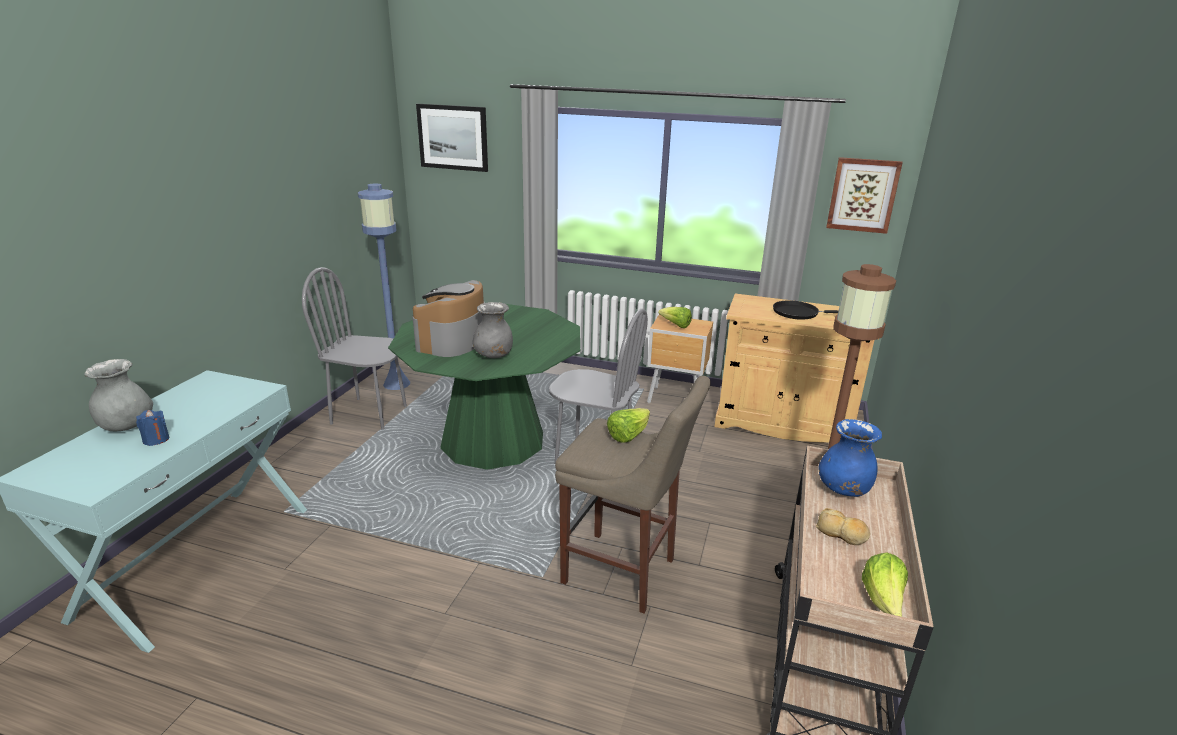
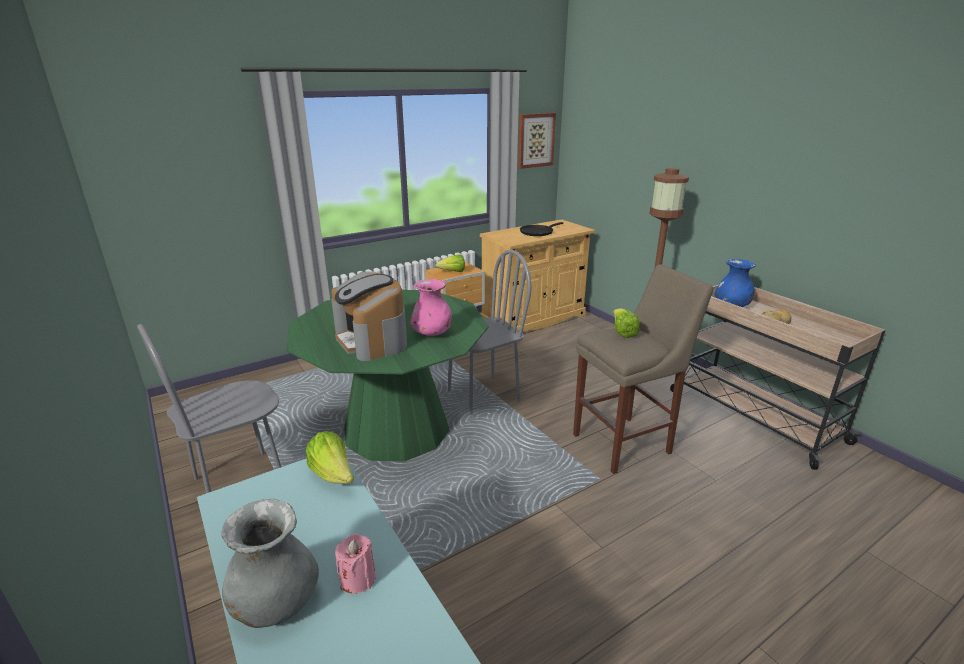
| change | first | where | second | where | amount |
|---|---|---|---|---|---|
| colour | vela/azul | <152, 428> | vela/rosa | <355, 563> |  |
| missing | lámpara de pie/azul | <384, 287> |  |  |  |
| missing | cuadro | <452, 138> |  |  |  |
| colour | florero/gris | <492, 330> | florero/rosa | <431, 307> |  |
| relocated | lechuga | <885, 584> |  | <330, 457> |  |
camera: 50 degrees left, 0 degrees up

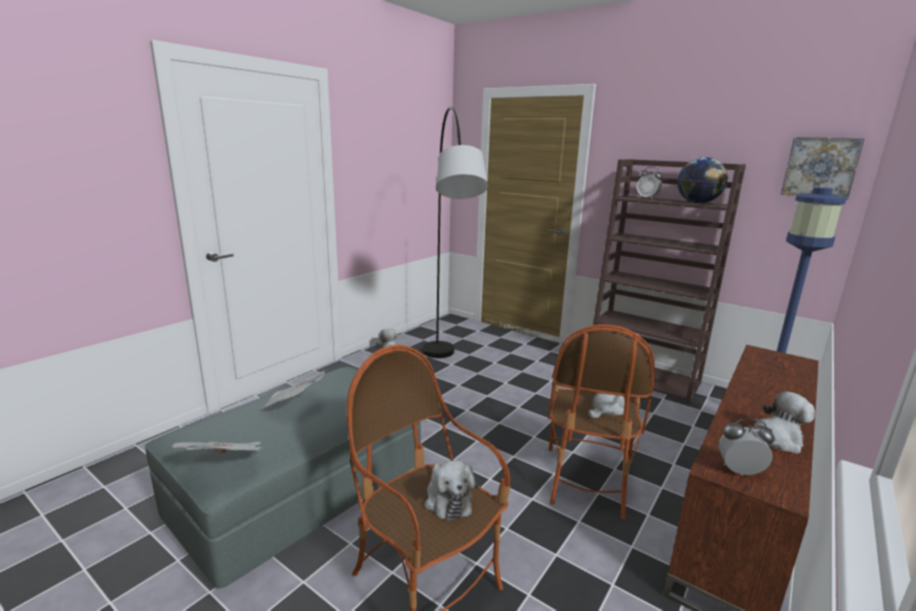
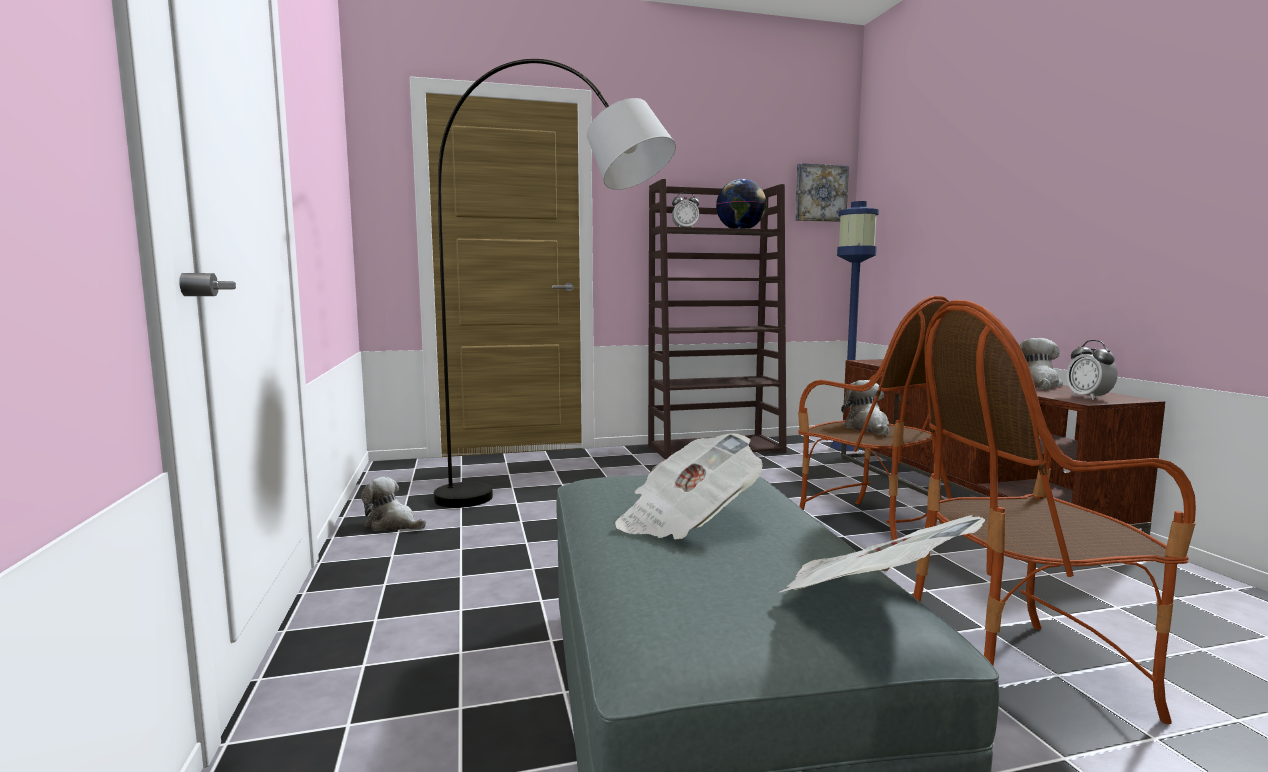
| change | first | where | second | where | amount |
|---|---|---|---|---|---|
| missing | peluche | <451, 490> |  |  |  |
| spun | despertador | <747, 447> |  | <1092, 370> | 60 degrees counterclockwise |
camera: 50 degrees left, 10 degrees down

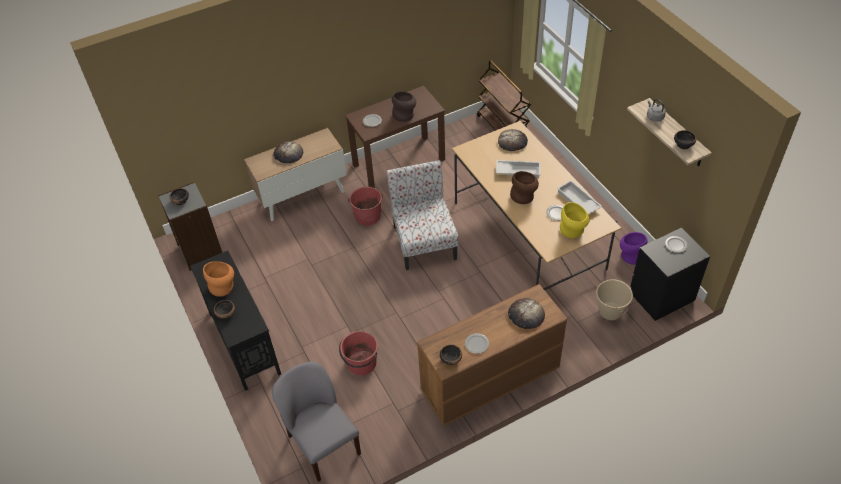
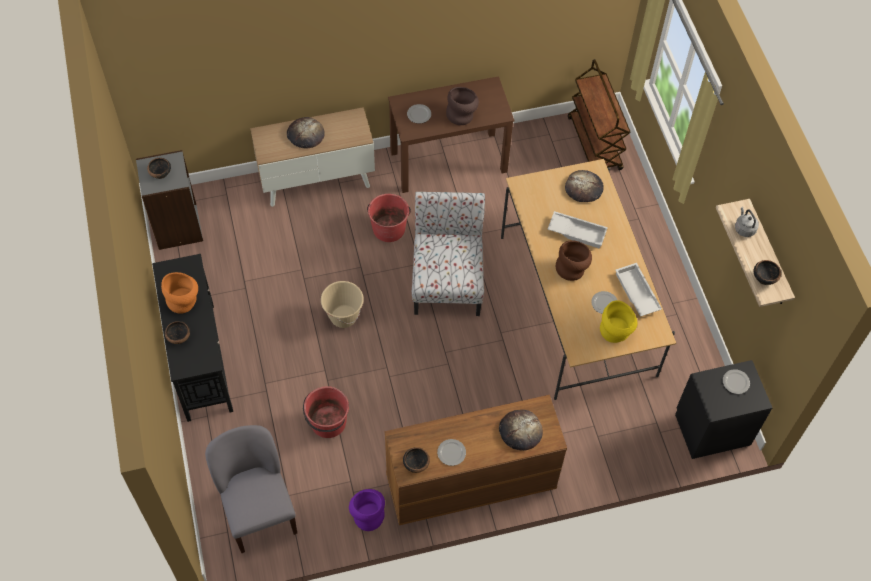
| change | first | where | second | where | amount |
|---|---|---|---|---|---|
| relocated | cubo/beis | <614, 299> |  | <342, 304> |  |
| relocated | florero/morado | <634, 248> |  | <367, 510> |  |
camera: 10 degrees right, 10 degrees up

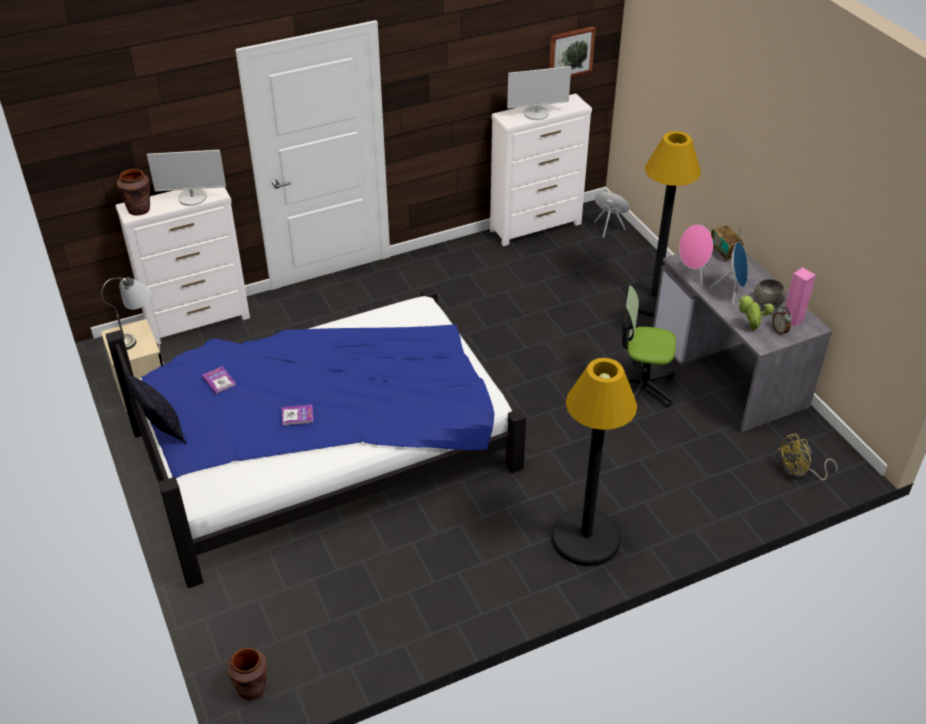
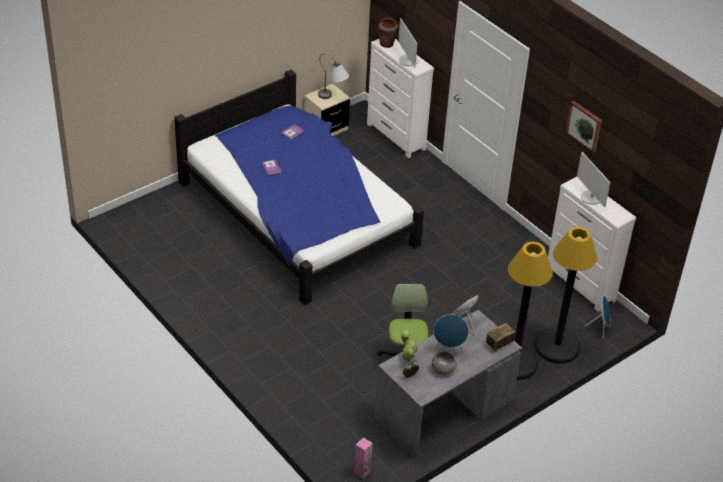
| change | first | where | second | where | amount |
|---|---|---|---|---|---|
| missing | cojín | <155, 407> |  |  |  |
| missing | florero/marrón | <247, 674> |  |  |  |
| relocated | cuadro | <572, 51> |  | <584, 127> |  |
| relocated | lámpara de pie/negro | <594, 462> |  | <566, 295> |  |
| missing | ventilador/amarillo | <807, 457> |  |  |  |
| relocated | altavoz/rosa | <800, 297> |  | <363, 458> |  |
camera: 75 degrees right, 0 degrees up

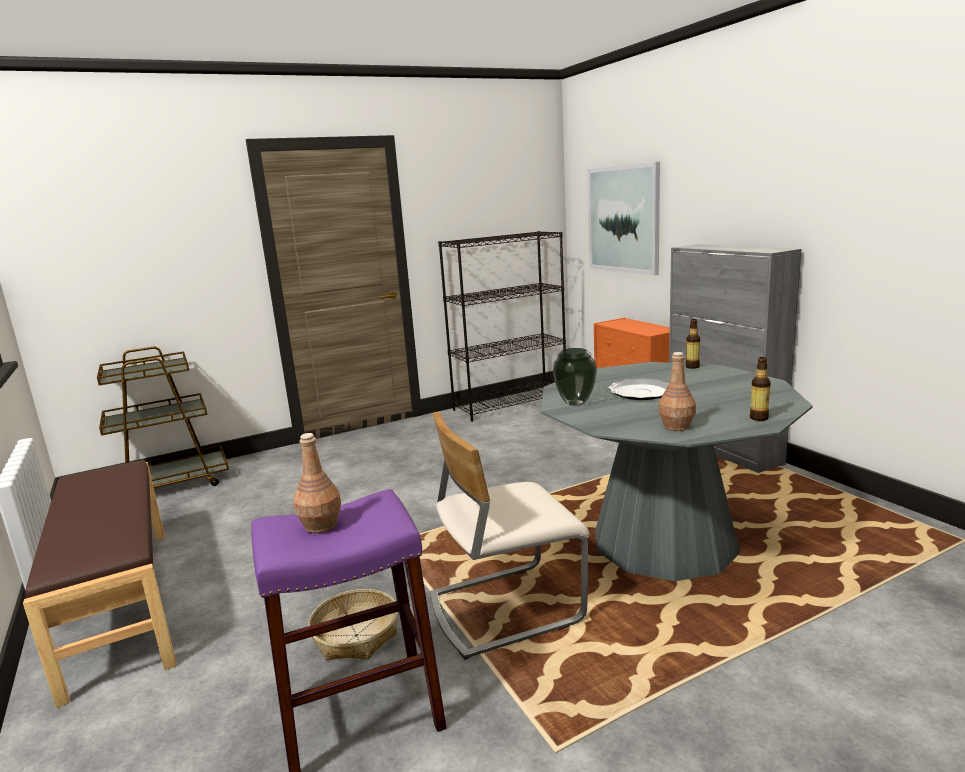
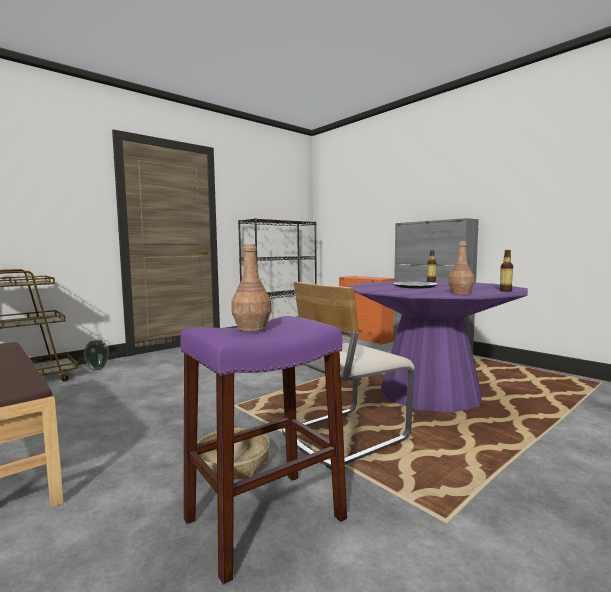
| change | first | where | second | where | amount |
|---|---|---|---|---|---|
| colour | mesa de comedor/gris | <677, 471> | mesa de comedor/morado | <437, 346> |  |
| relocated | florero | <575, 377> |  | <96, 355> |  |
| missing | cuadro | <624, 218> |  |  |  |
camera: 15 degrees left, 10 degrees down

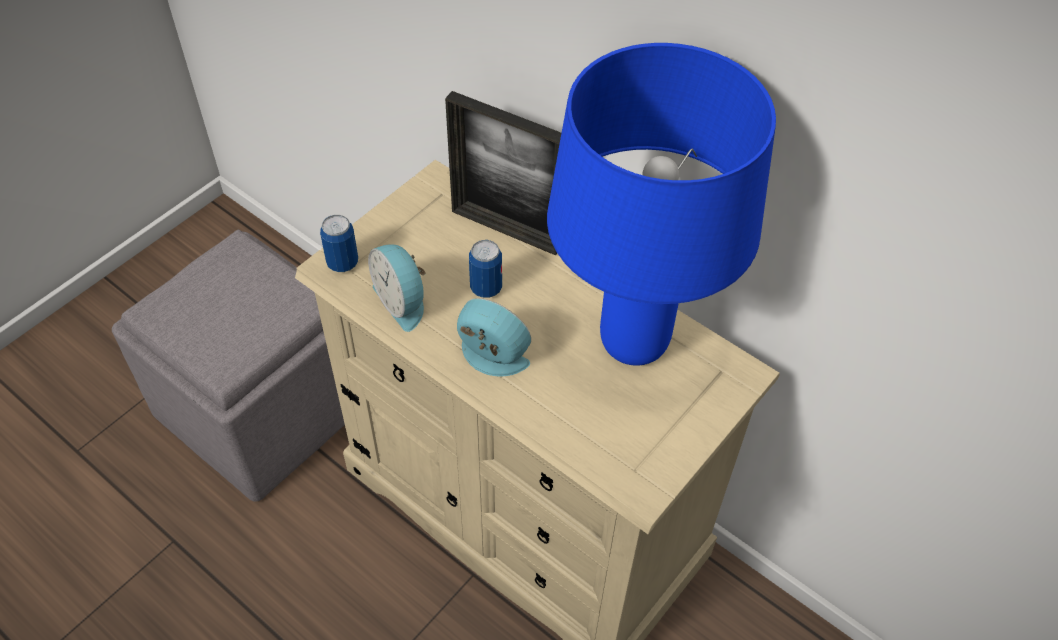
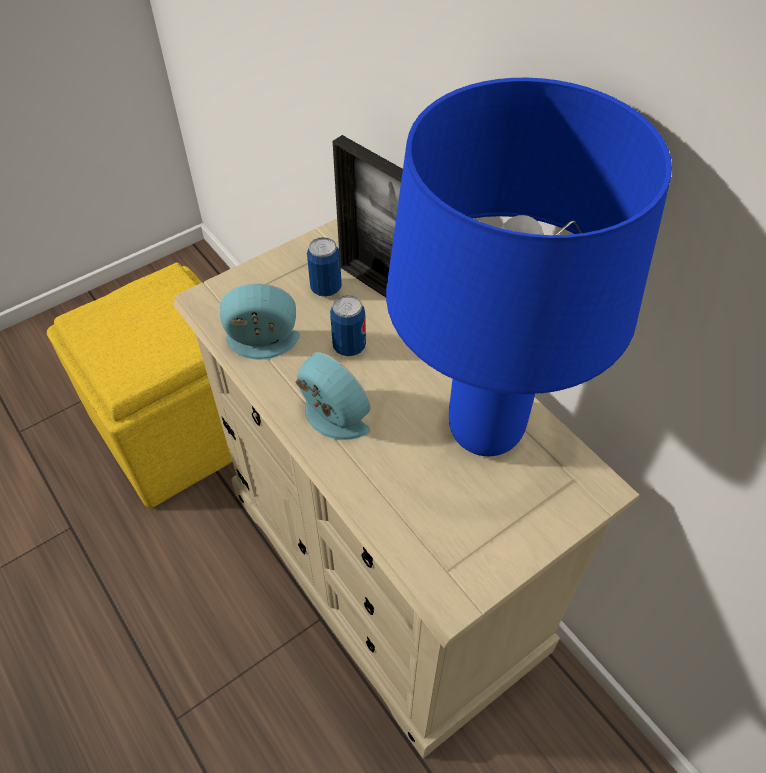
| change | first | where | second | where | amount |
|---|---|---|---|---|---|
| colour | puf/gris | <228, 366> | puf/amarillo | <139, 385> |  |
| relocated | lata | <339, 243> |  | <324, 267> |  |
| spun | despertador | <397, 288> |  | <260, 322> | 105 degrees clockwise |
camera: 15 degrees right, 0 degrees up

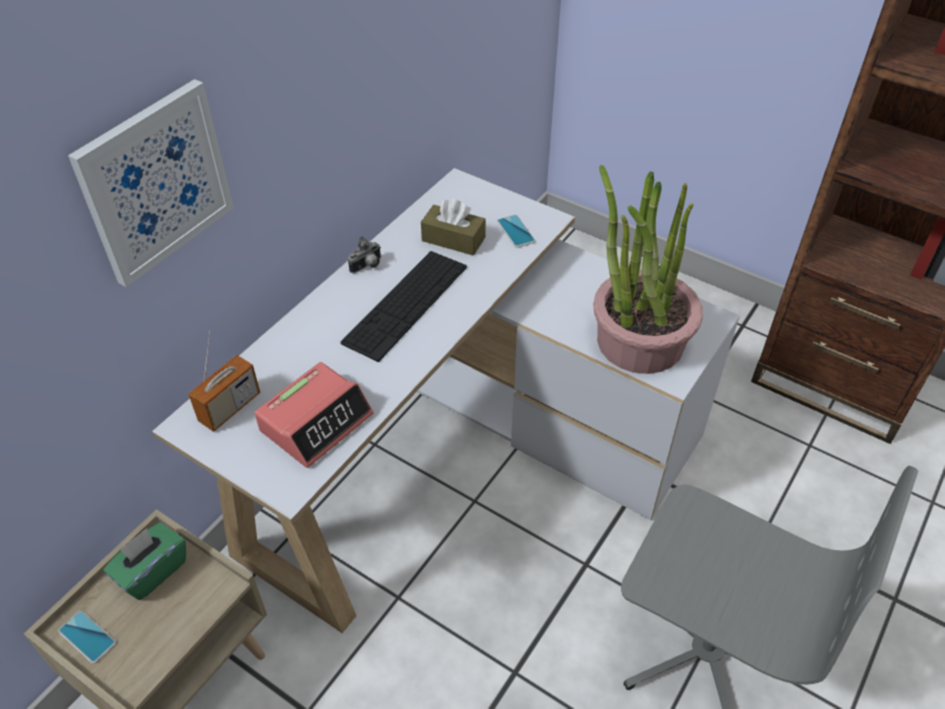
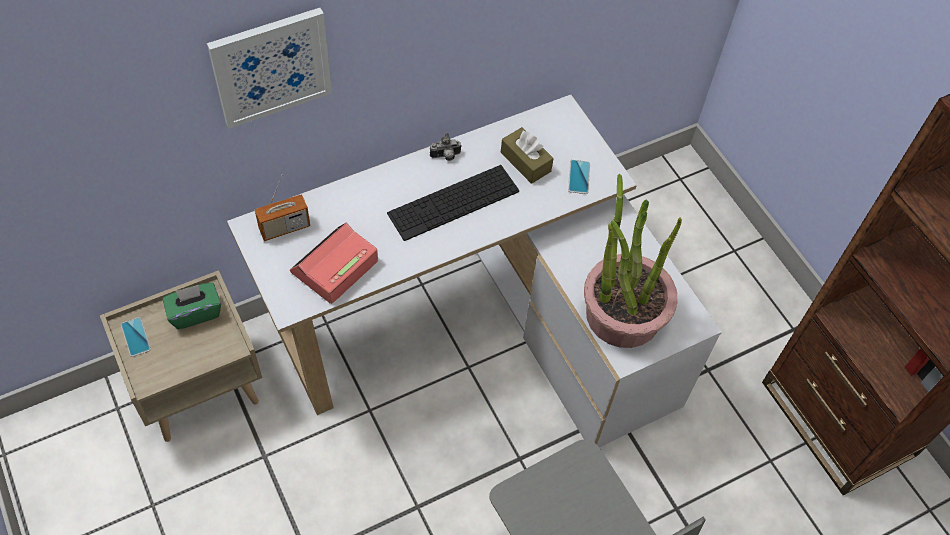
| change | first | where | second | where | amount |
|---|---|---|---|---|---|
| spun | despertador | <314, 415> |  | <334, 263> | 150 degrees clockwise |
camera: 25 degrees right, 10 degrees up

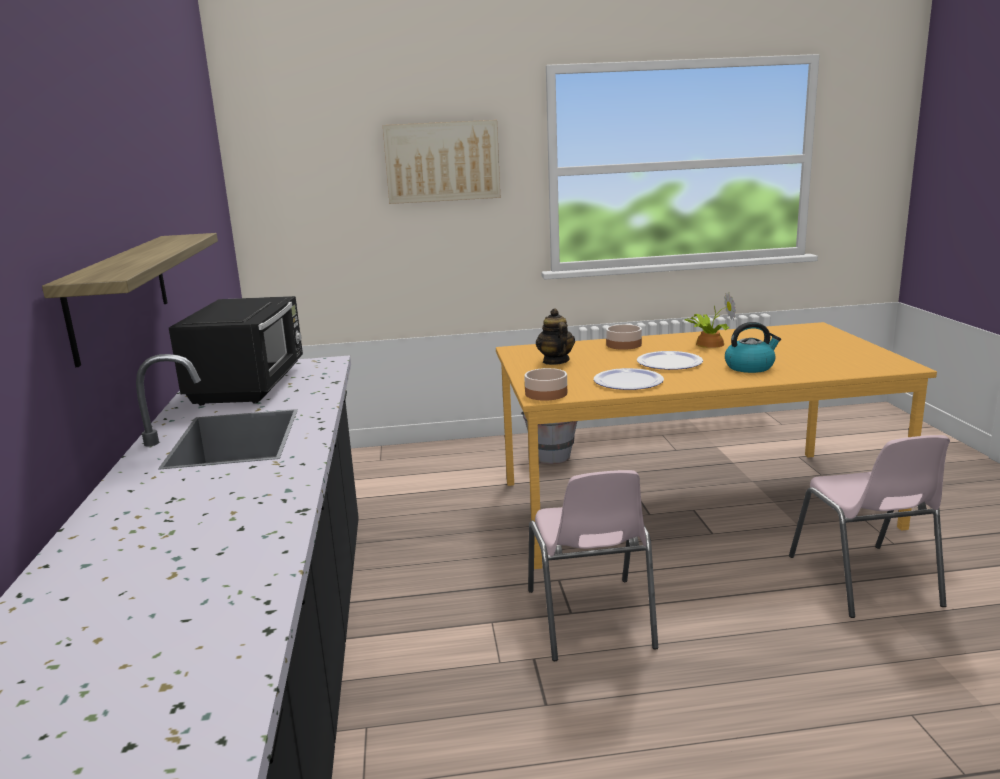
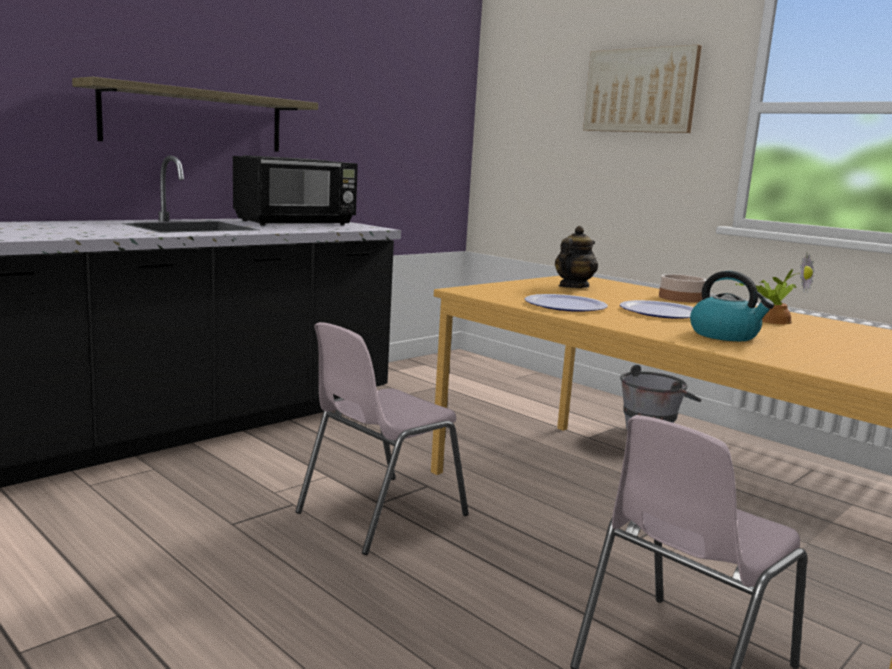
| change | first | where | second | where | amount |
|---|---|---|---|---|---|
| missing | cuenco | <545, 384> |  |  |  |
camera: 50 degrees right, 5 degrees down

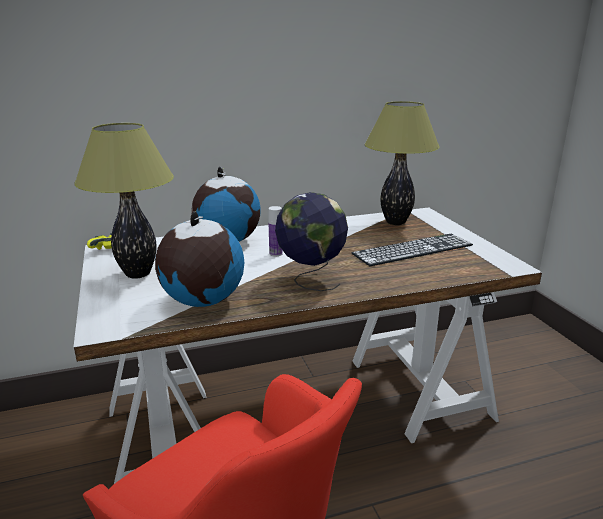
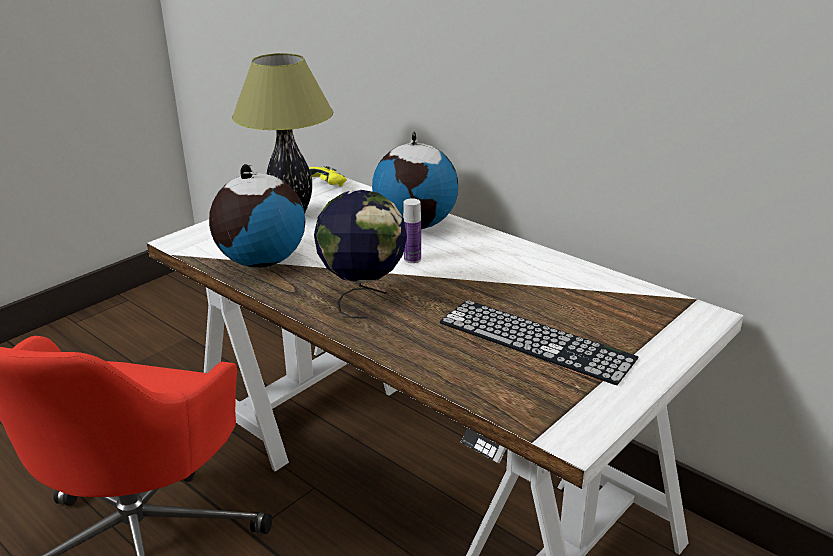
| change | first | where | second | where | amount |
|---|---|---|---|---|---|
| missing | lámpara de mesa | <402, 163> |  |  |  |
camera: 60 degrees right, 5 degrees up

